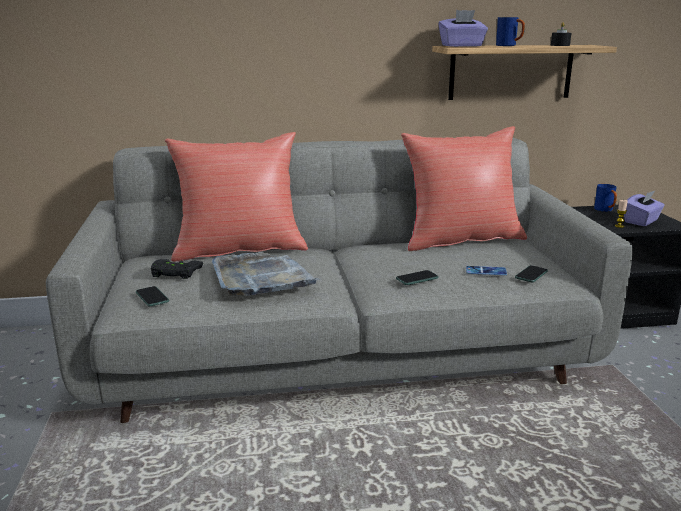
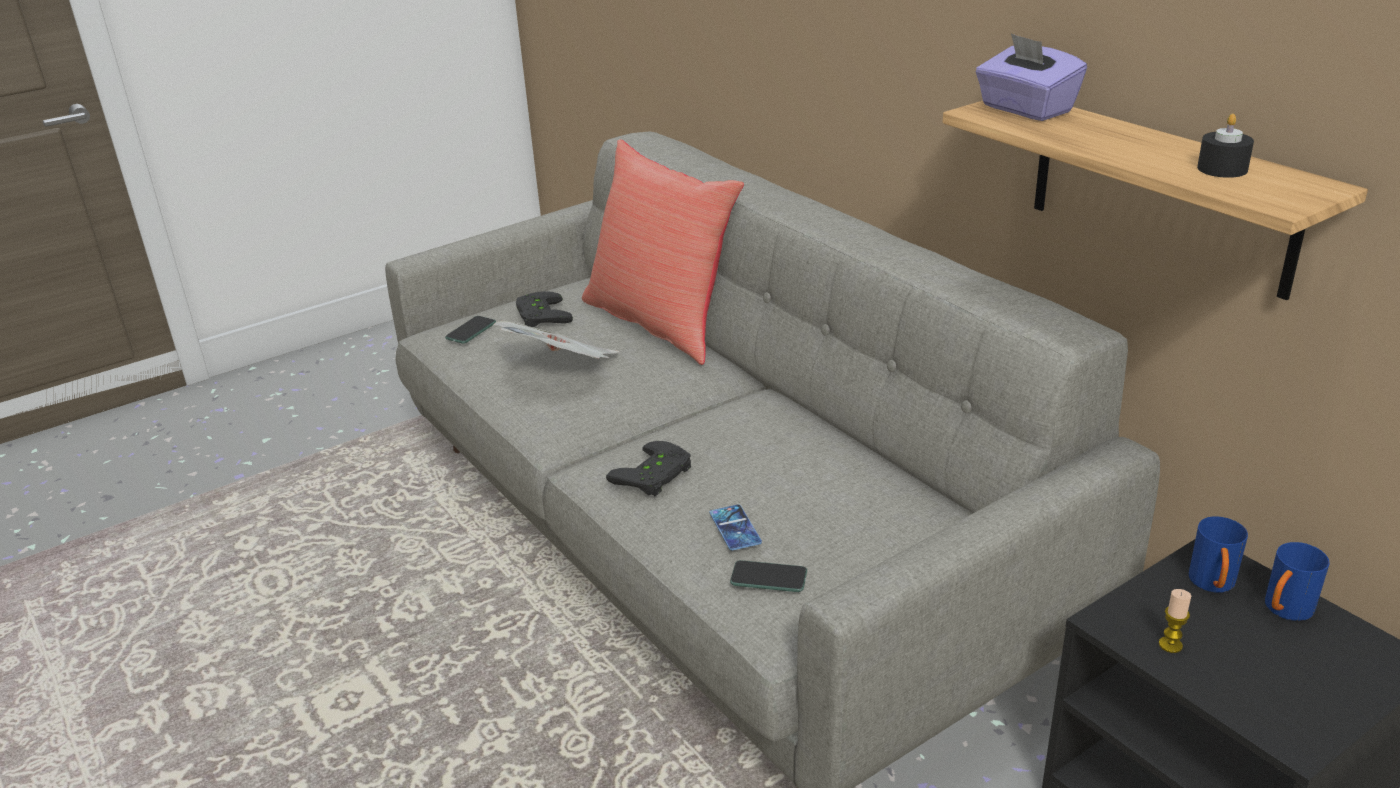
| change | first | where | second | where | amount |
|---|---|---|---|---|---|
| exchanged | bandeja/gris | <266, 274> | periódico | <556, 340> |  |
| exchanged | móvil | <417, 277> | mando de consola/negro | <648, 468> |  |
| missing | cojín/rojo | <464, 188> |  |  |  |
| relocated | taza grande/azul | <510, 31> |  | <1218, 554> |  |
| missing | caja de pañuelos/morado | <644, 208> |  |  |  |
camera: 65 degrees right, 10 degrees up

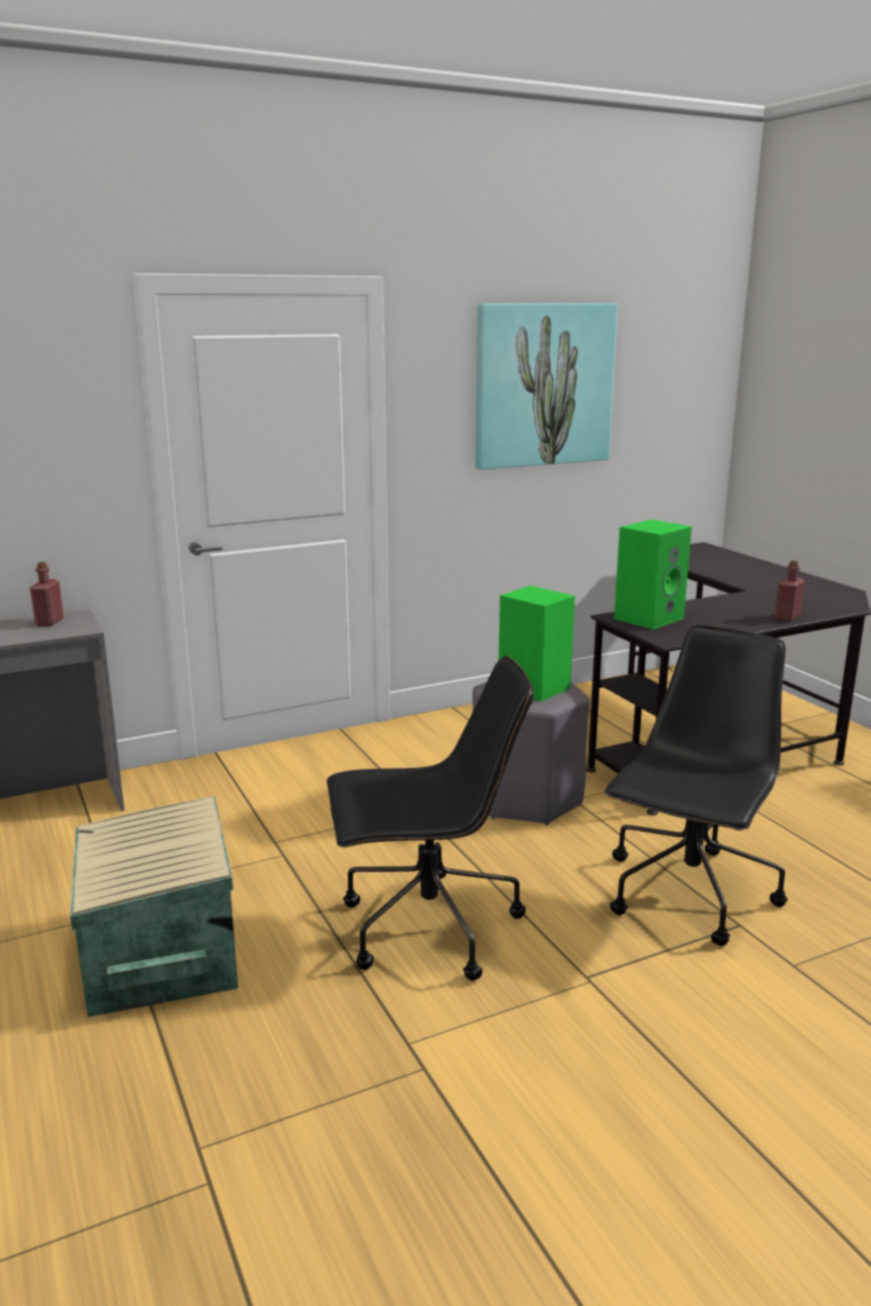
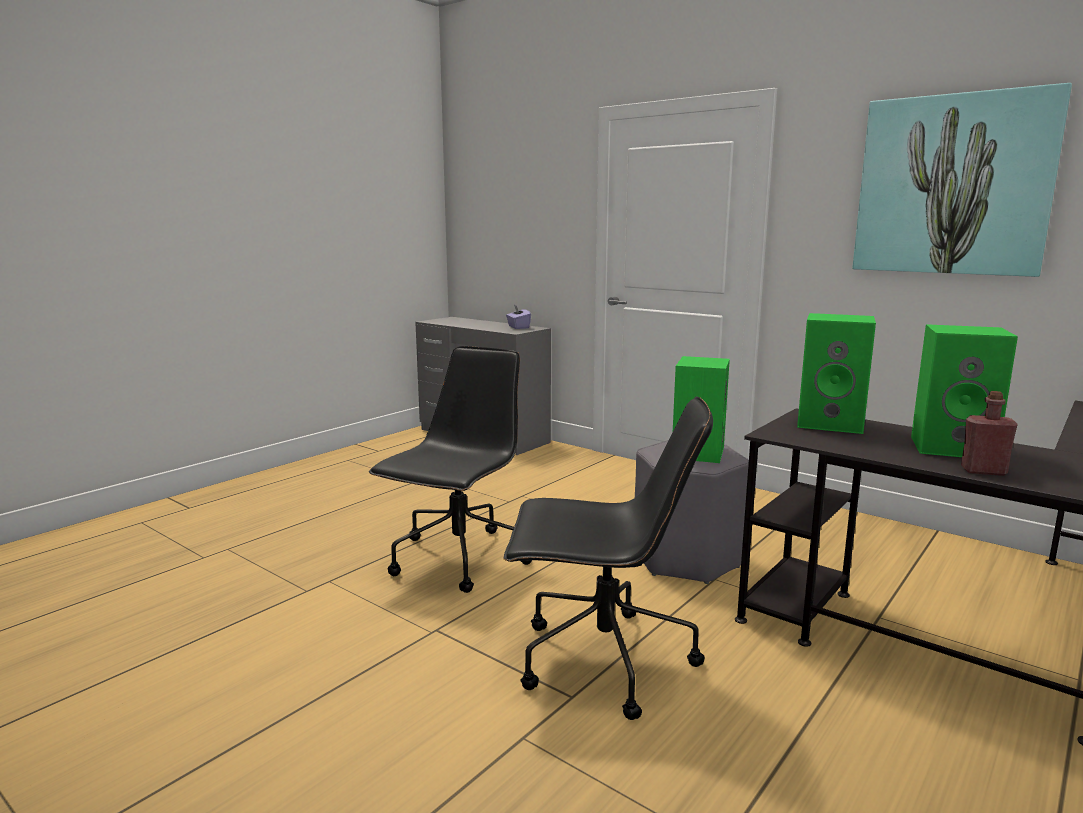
| change | first | where | second | where | amount |
|---|---|---|---|---|---|
| exchanged | botella/rojo | <47, 594> | caja de pañuelos/morado | <518, 317> |  |
| missing | caja de almacenaje/beis | <154, 906> |  |  |  |
| spun | silla de oficina/negro | <430, 818> |  | <450, 469> | 120 degrees counterclockwise |
| appeared |  |  | altavoz/verde | <964, 390> |  |
camera: 65 degrees right, 5 degrees down

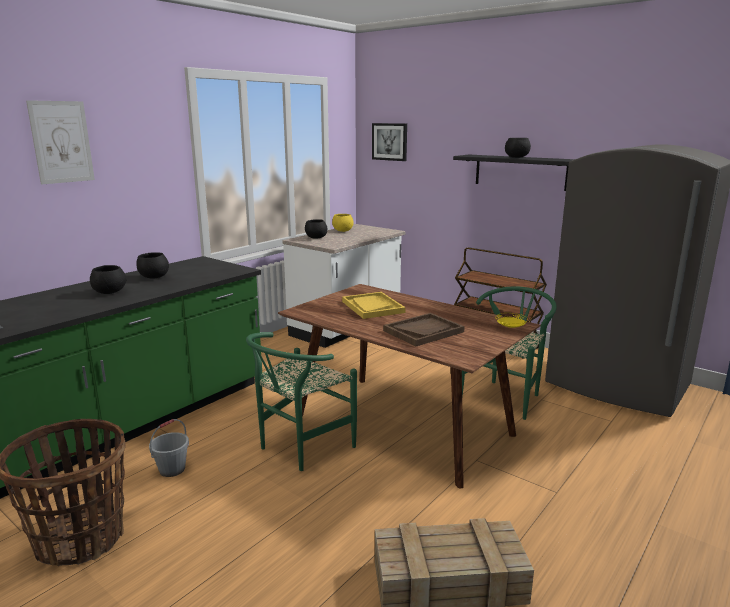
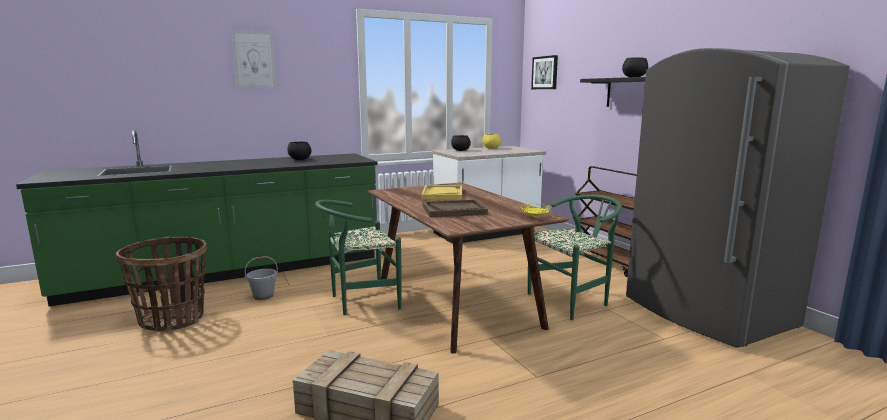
| change | first | where | second | where | amount |
|---|---|---|---|---|---|
| missing | cuenco/negro | <108, 279> |  |  |  |
camera: 25 degrees right, 5 degrees down

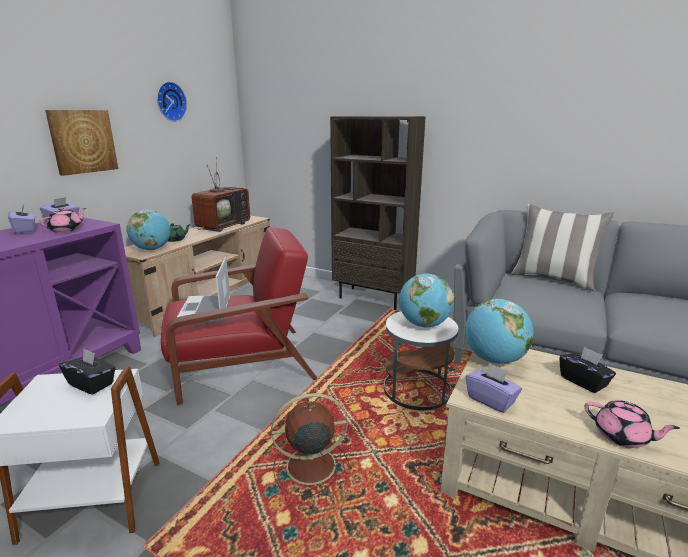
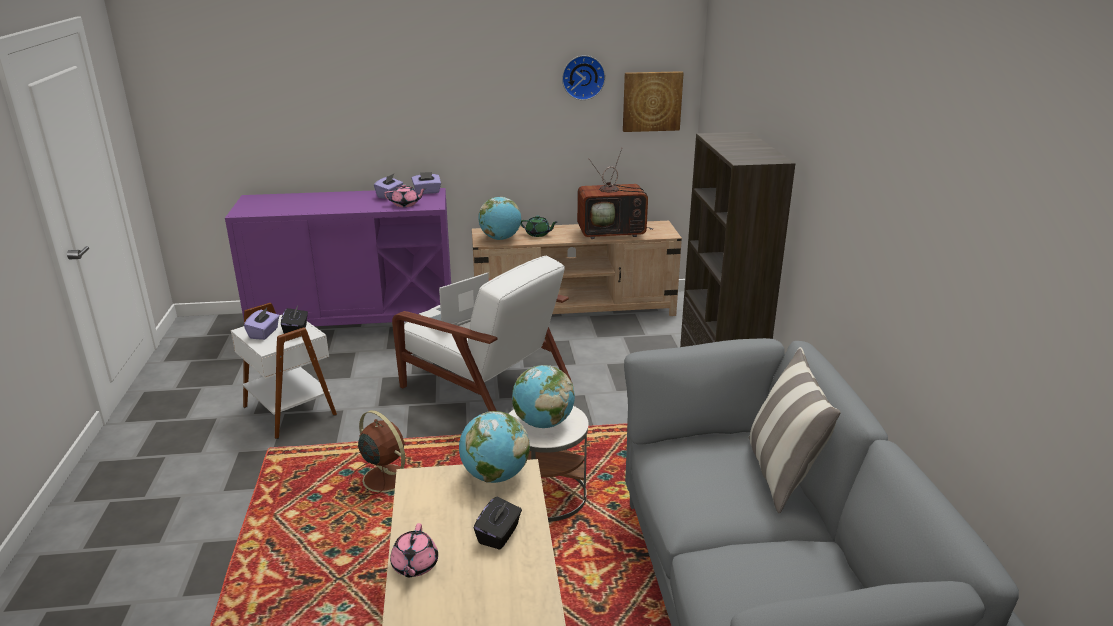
| change | first | where | second | where | amount |
|---|---|---|---|---|---|
| relocated | cuadro | <81, 143> |  | <653, 101> |  |
| colour | sillón/rojo | <239, 316> | sillón/blanco | <482, 333> |  |
| relocated | caja de pañuelos/morado | <494, 388> |  | <261, 324> |  |
camera: 55 degrees right, 5 degrees up

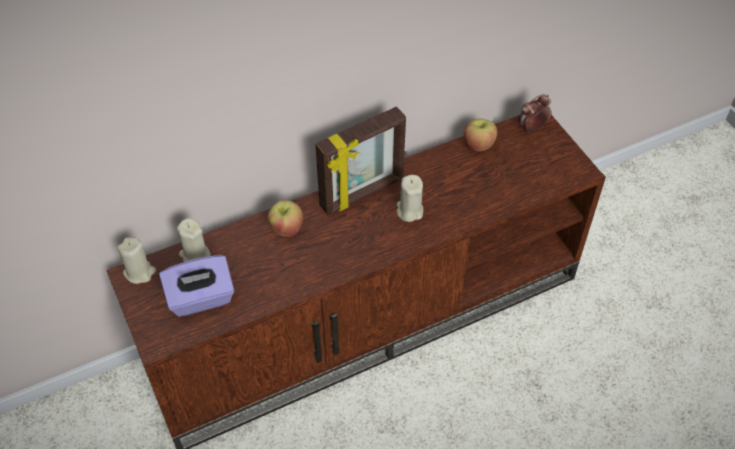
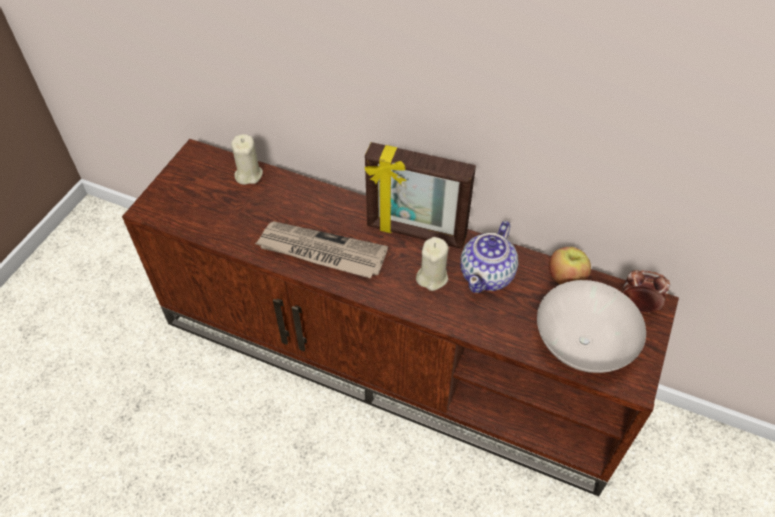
| change | first | where | second | where | amount |
|---|---|---|---|---|---|
| missing | vela/beis | <136, 261> |  |  |  |
| missing | caja de pañuelos/morado | <196, 286> |  |  |  |
| missing | manzana | <285, 218> |  |  |  |
| appeared |  |  | periódico | <321, 249> |  |
| appeared |  |  | tetera | <489, 257> |  |
| appeared |  |  | cuenco/blanco | <591, 326> |  |
camera: 50 degrees right, 0 degrees up

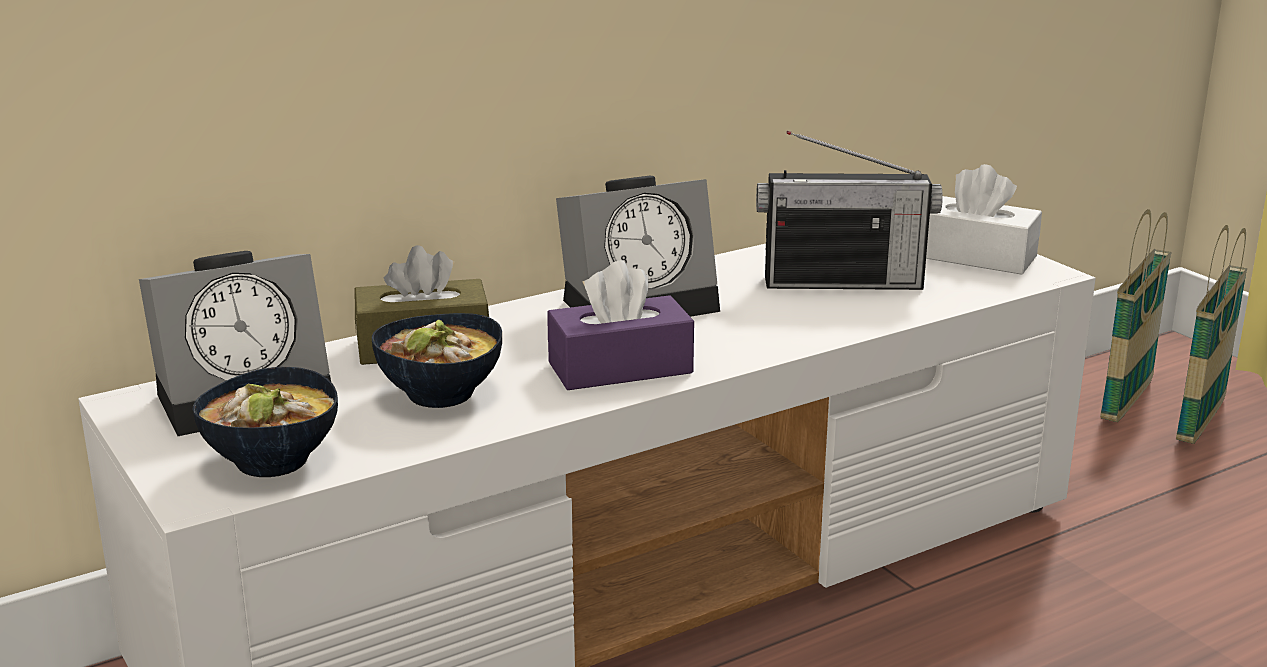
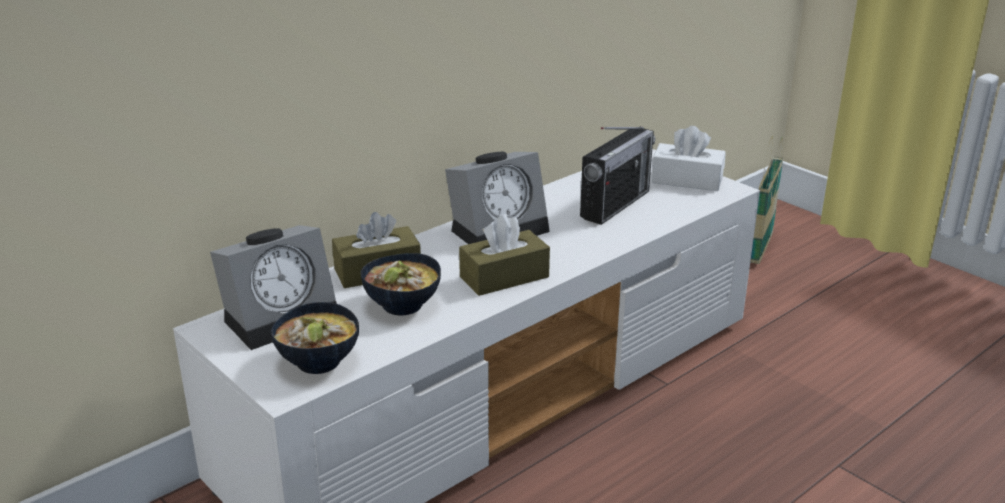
| change | first | where | second | where | amount |
|---|---|---|---|---|---|
| colour | caja de pañuelos/morado | <620, 325> | caja de pañuelos/marrón | <504, 255> |  |
| spun | radio | <849, 210> |  | <617, 175> | 45 degrees counterclockwise |
| missing | cesta | <1211, 334> |  |  |  |
camera: 10 degrees left, 5 degrees up

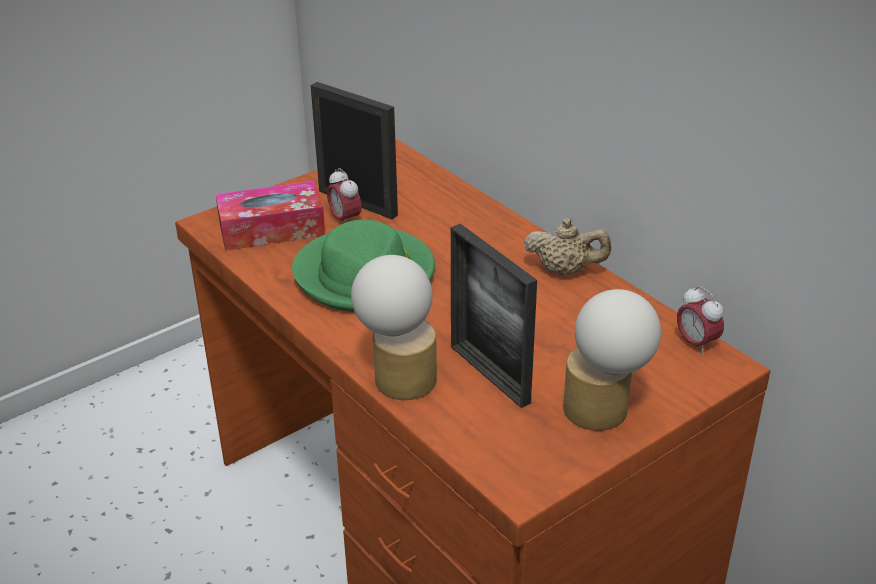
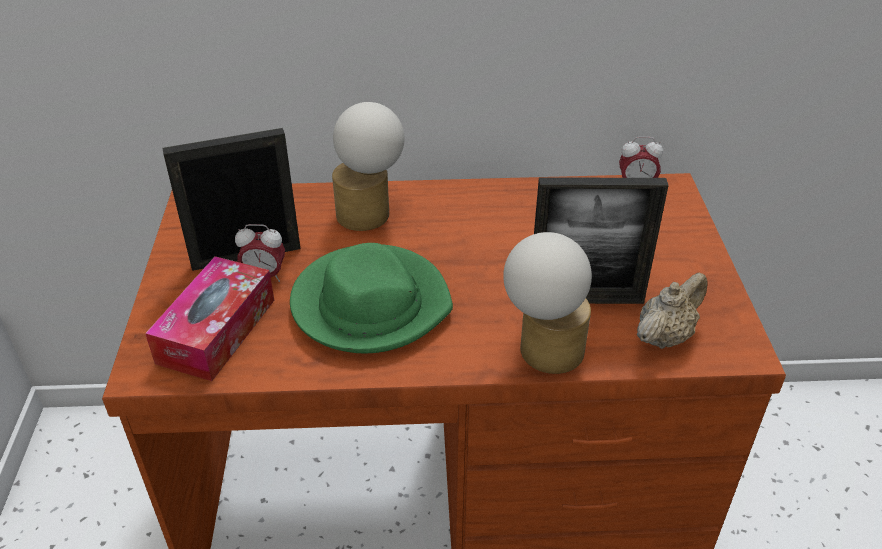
| change | first | where | second | where | amount |
|---|---|---|---|---|---|
| relocated | tetera/beis | <567, 246> |  | <672, 310> |  |
| relocated | lámpara de mesa | <612, 360> |  | <368, 166> |  |
camera: 55 degrees left, 5 degrees up

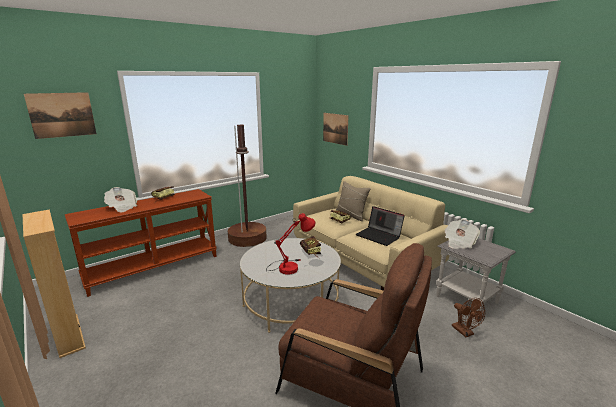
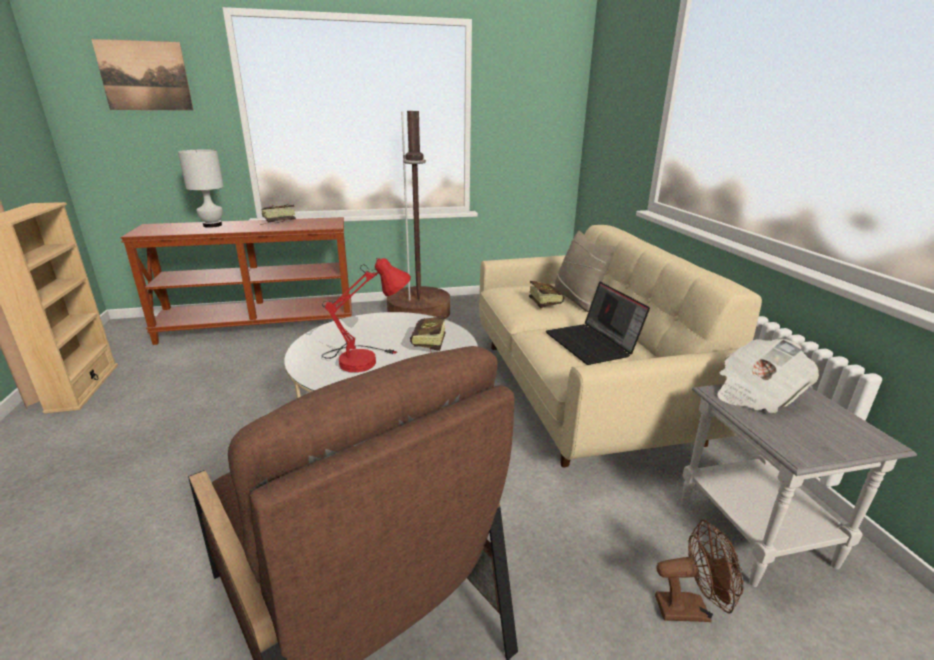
| change | first | where | second | where | amount |
|---|---|---|---|---|---|
| exchanged | periódico | <120, 200> | lámpara de mesa/blanco | <201, 189> |  |
| missing | cuadro | <336, 129> |  |  |  |
| spun | ventilador/marrón | <468, 317> |  | <699, 570> | 90 degrees counterclockwise |
camera: 25 degrees right, 5 degrees up

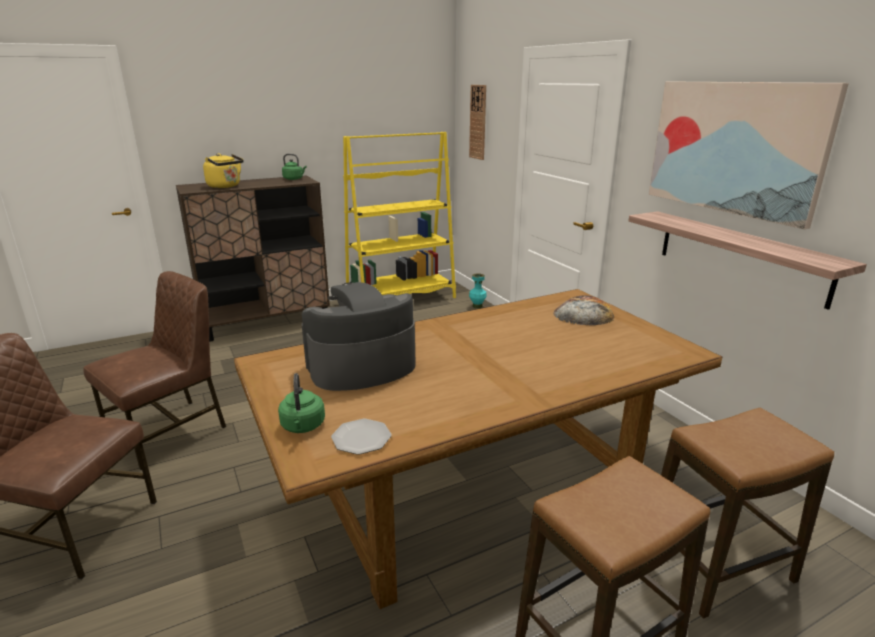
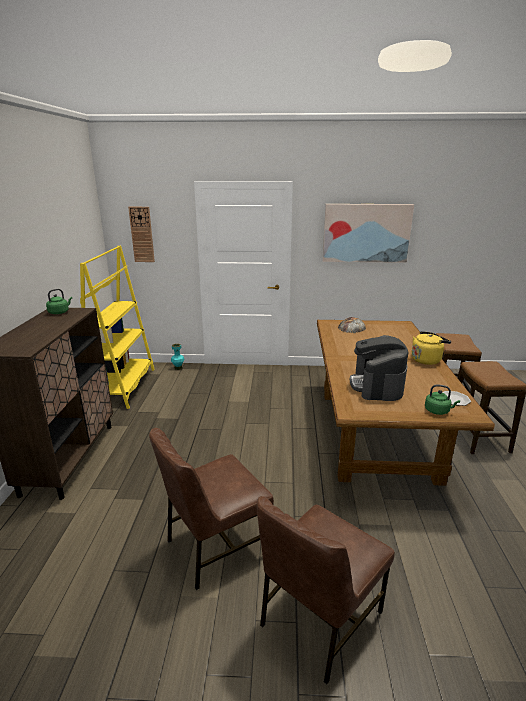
| change | first | where | second | where | amount |
|---|---|---|---|---|---|
| spun | silla/marrón | <154, 370> |  | <211, 509> | 105 degrees counterclockwise |
| relocated | hervidor/amarillo | <223, 170> |  | <431, 348> |  |
| missing | estante | <747, 260> |  |  |  |
camera: 60 degrees left, 0 degrees up

